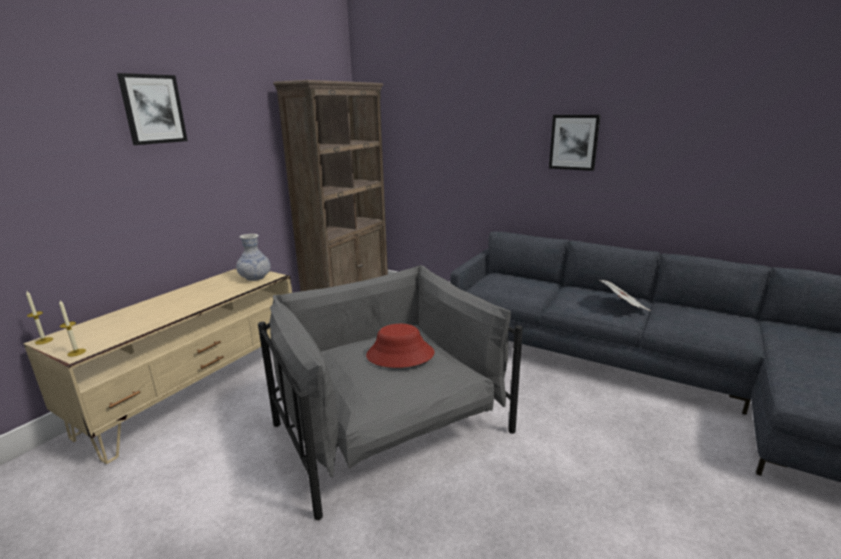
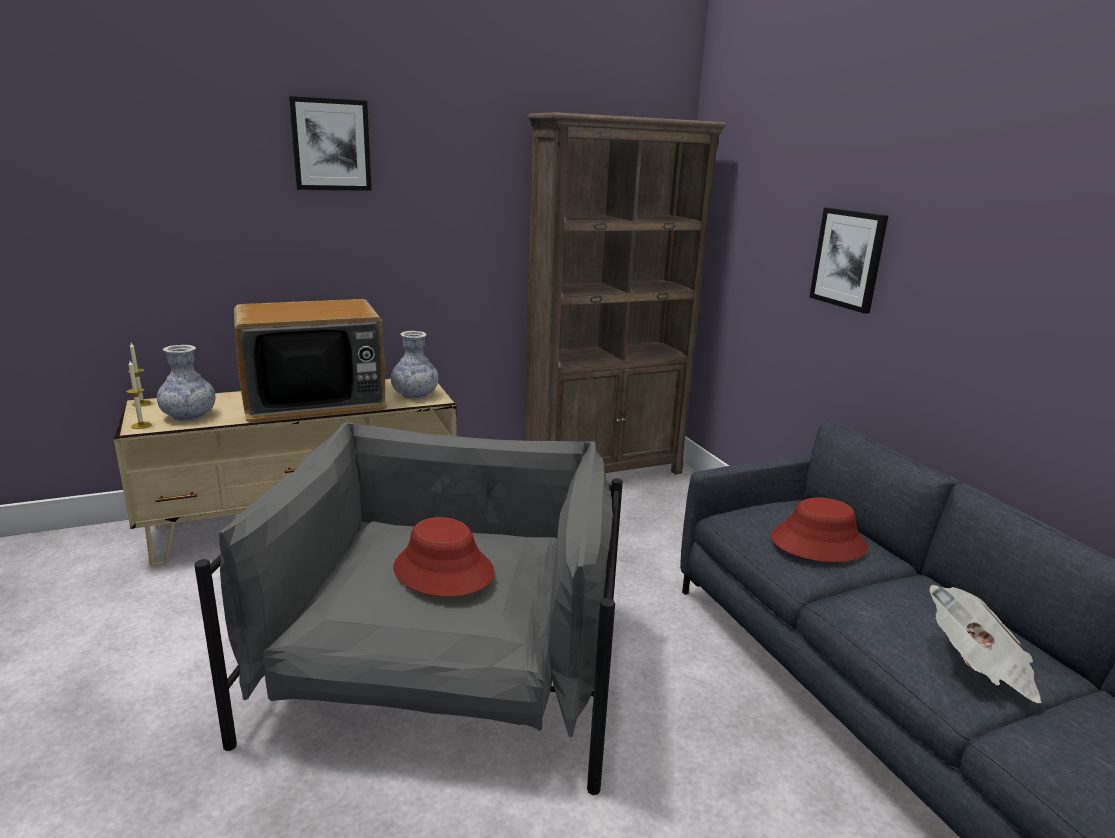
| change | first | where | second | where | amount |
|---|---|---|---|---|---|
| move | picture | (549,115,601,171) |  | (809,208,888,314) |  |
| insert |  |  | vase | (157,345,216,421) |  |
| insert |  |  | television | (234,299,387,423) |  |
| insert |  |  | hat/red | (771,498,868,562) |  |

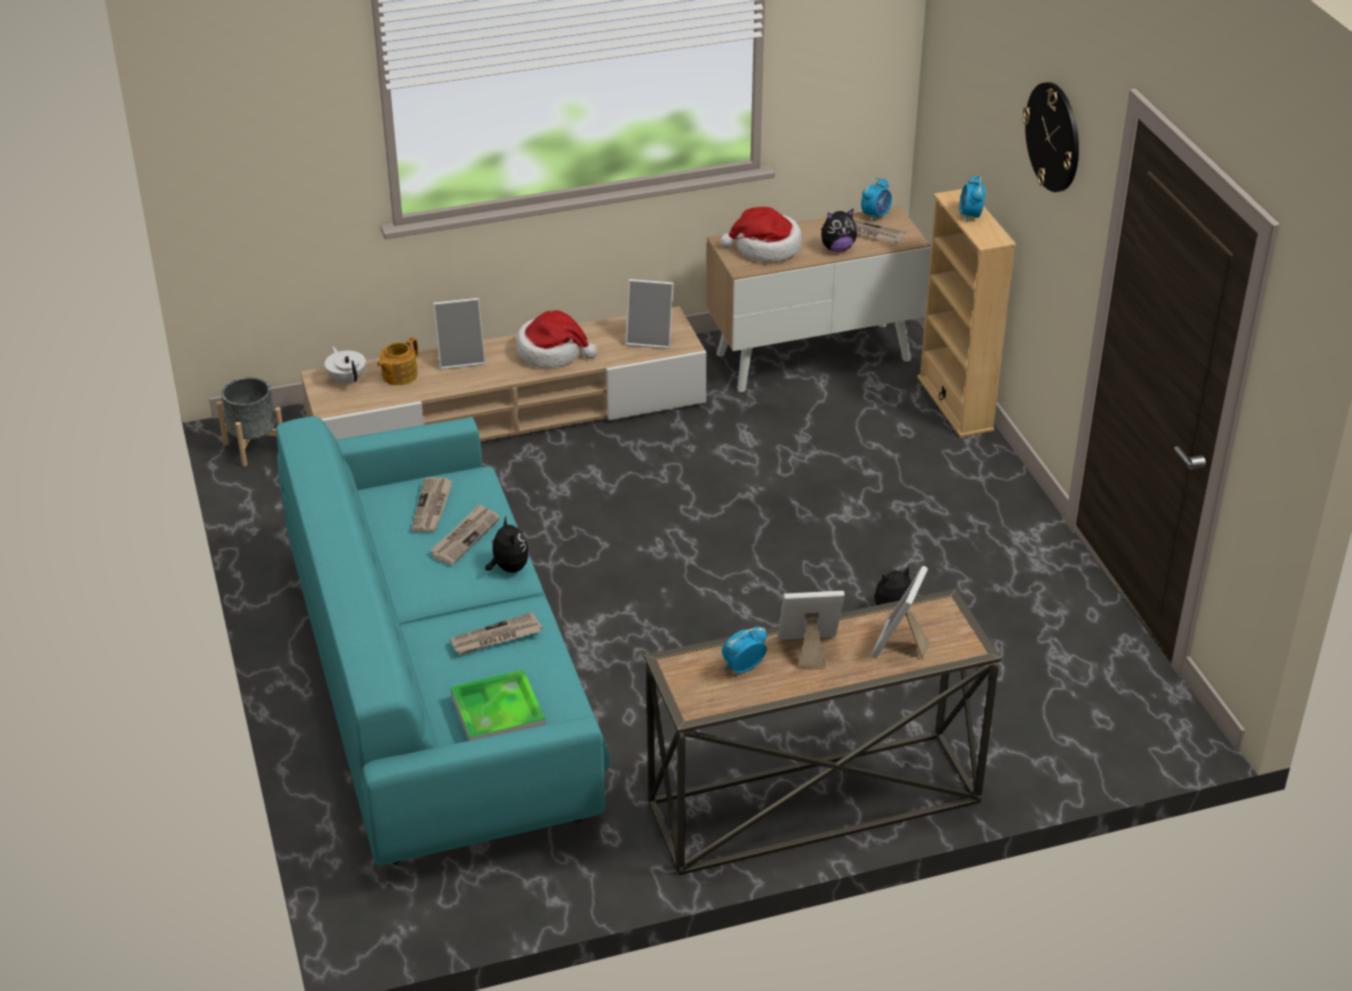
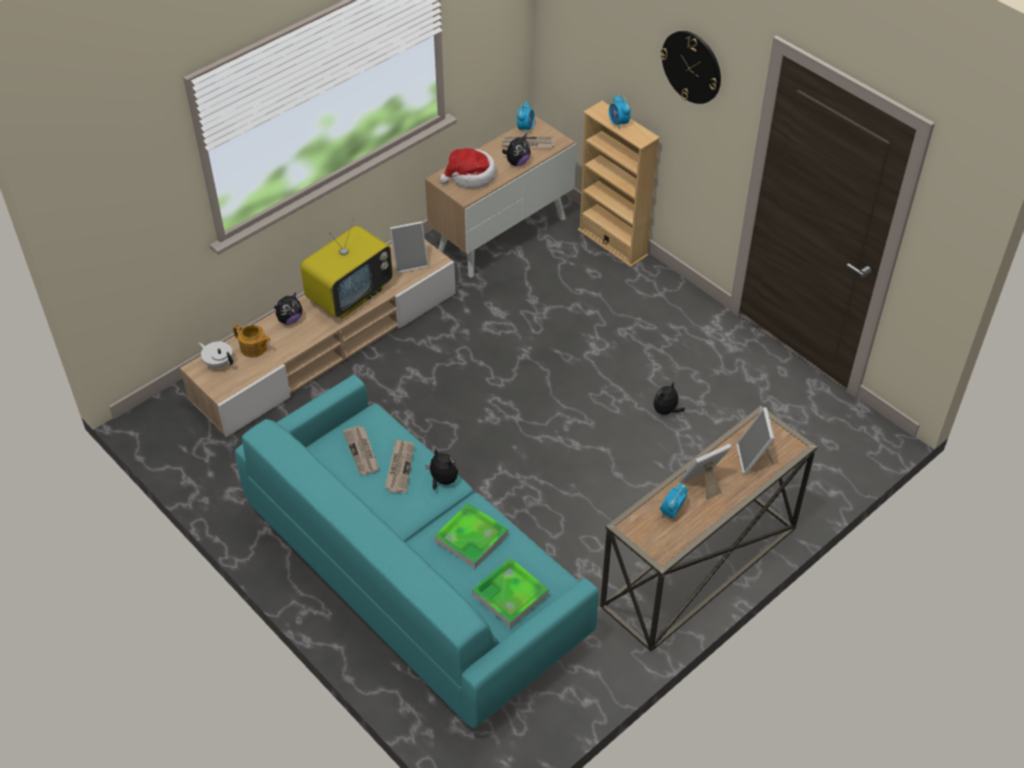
| change | first | where | second | where | amount |
|---|---|---|---|---|---|
| delete | planter/grey | (216,377,282,466) |  |  |  |
| rotate | teapot | (377,337,418,385) |  | (233,324,270,358) | 75 degrees counterclockwise |
| replace | picture frame | (433,298,486,370) | plush toy | (274,293,302,325) |  |
| replace | newspaper | (450,612,542,655) | tray | (434,503,508,569) |  |
| replace | hat | (516,310,598,368) | television | (300,217,393,319) |  |

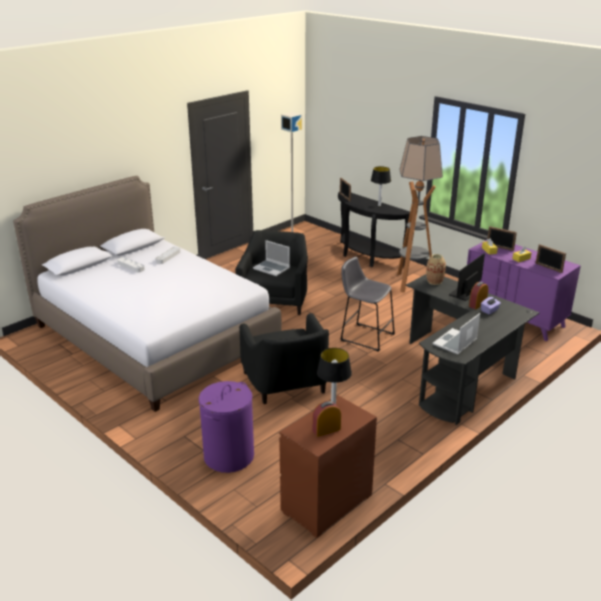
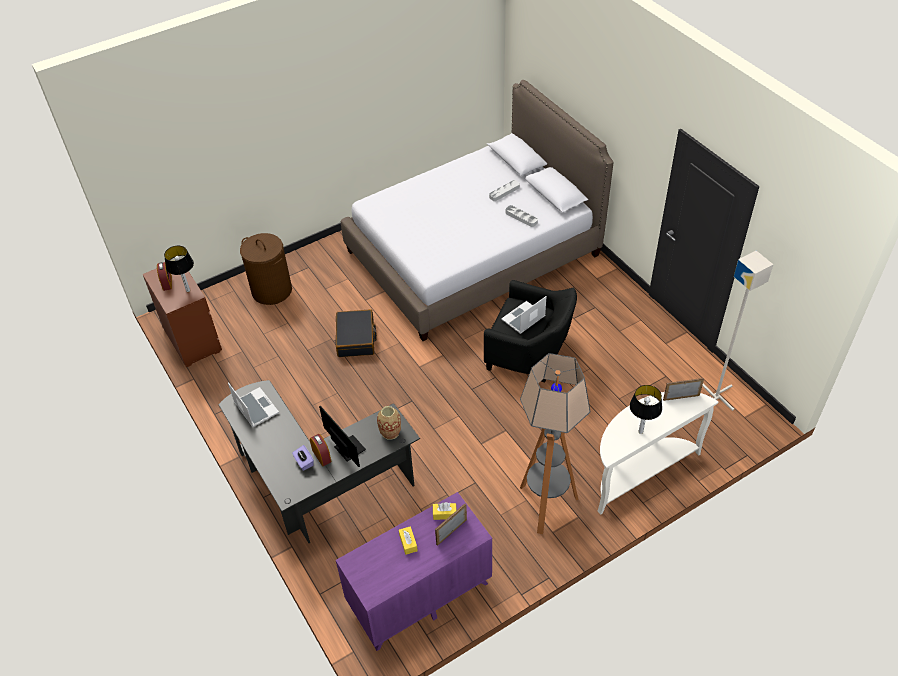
| change | first | where | second | where | amount |
|---|---|---|---|---|---|
| recolor | laundry basket/purple | (199,381,254,473) | laundry basket/brown | (240,233,292,305) |  |
| replace | armchair/black | (239,313,329,404) | suitcase/black | (336,309,377,357) |  |
| recolor | console table/black | (338,192,410,267) | console table/white | (598,392,718,515) |  |
| delete | stool/grey | (340,257,395,352) |  |  |  |
| delete | picture frame | (535,244,566,273) |  |  |  |

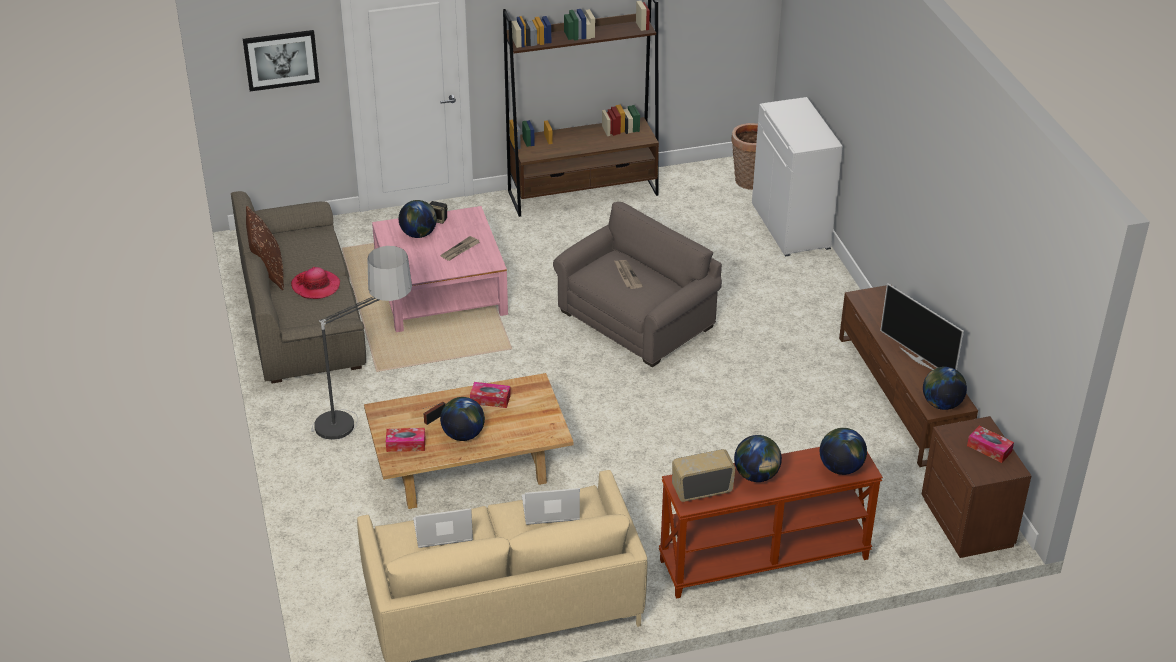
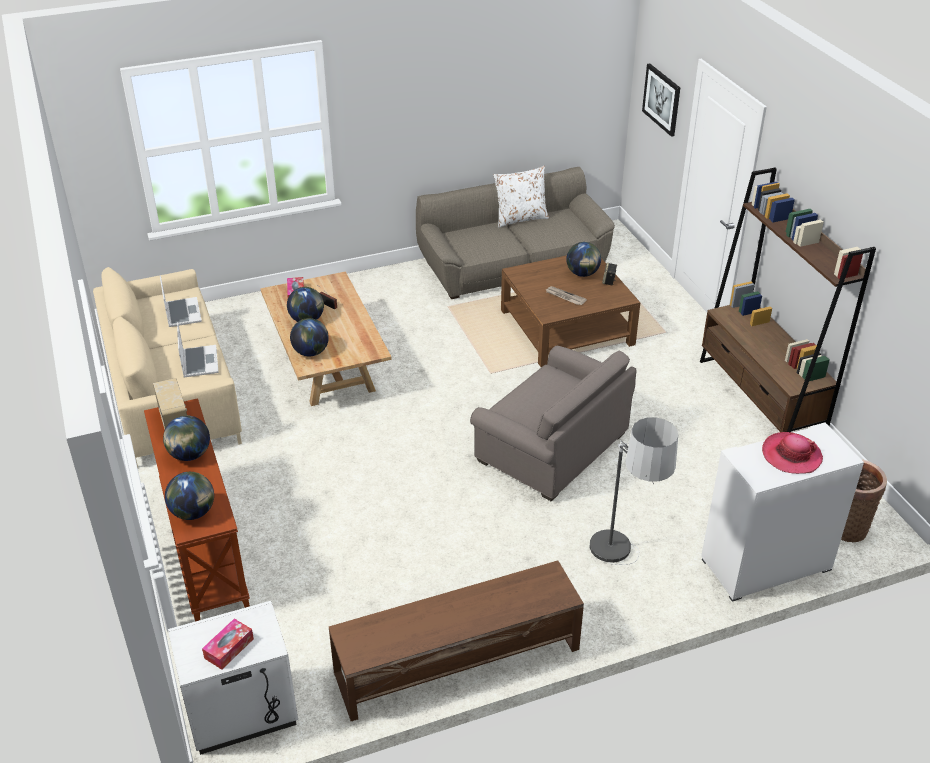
| change | first | where | second | where | amount |
|---|---|---|---|---|---|
| recolor | pillow/brown | (246,206,284,290) | pillow/white | (493,166,549,227) |  |
| move | hat | (291,267,340,299) |  | (762,432,823,474) |  |
| move | floor lamp | (311,246,412,440) |  | (590,417,678,565) |  |
| recolor | coffee table/pink | (372,206,508,332) | coffee table/brown | (501,255,641,367) |  |
| delete | tissue box | (470,382,511,408) |  |  |  |
| delete | newspaper | (614,260,643,289) |  |  |  |
| delete | television | (880,283,964,370) |  |  |  |
| recolor | nightstand/brown | (922,416,1031,558) | nightstand/white | (168,601,298,755) |  |
| move | globe | (923,367,967,410) |  | (290,318,329,356) |  |

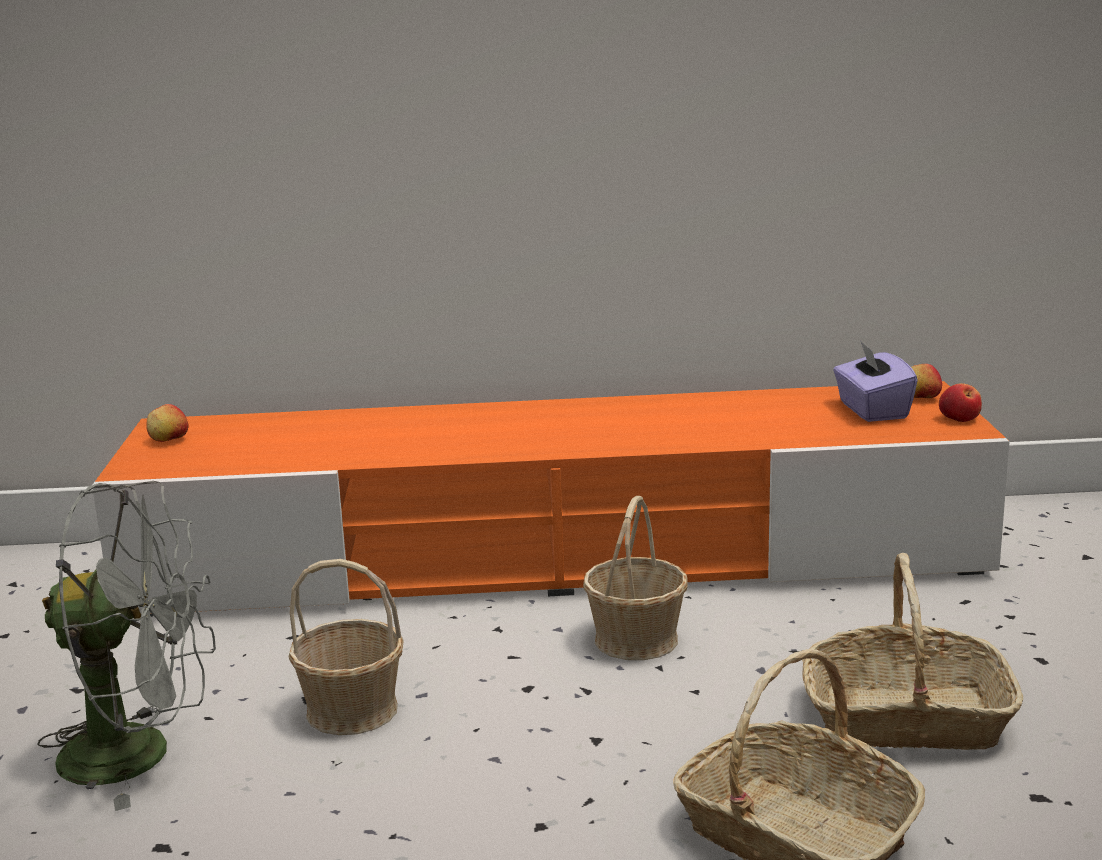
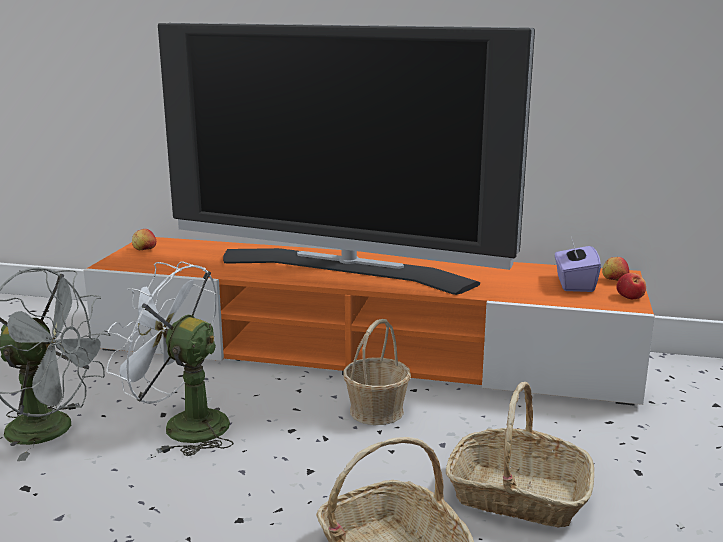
| change | first | where | second | where | amount |
|---|---|---|---|---|---|
| replace | basket | (289,559,404,735) | fan/white | (106,262,234,456) |  |
| insert |  |  | television | (158,23,535,295) |  |

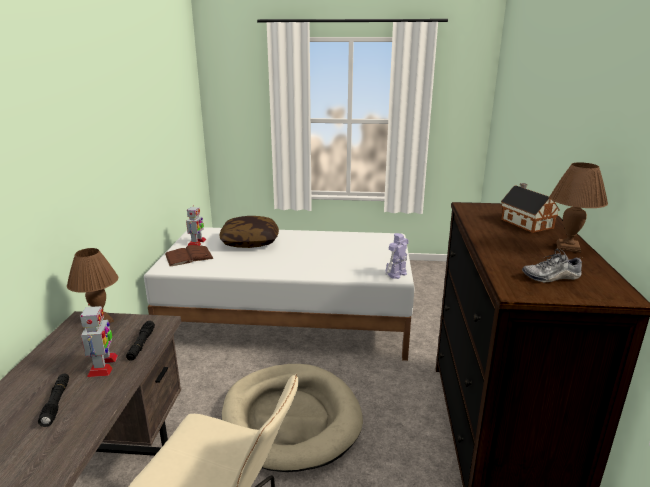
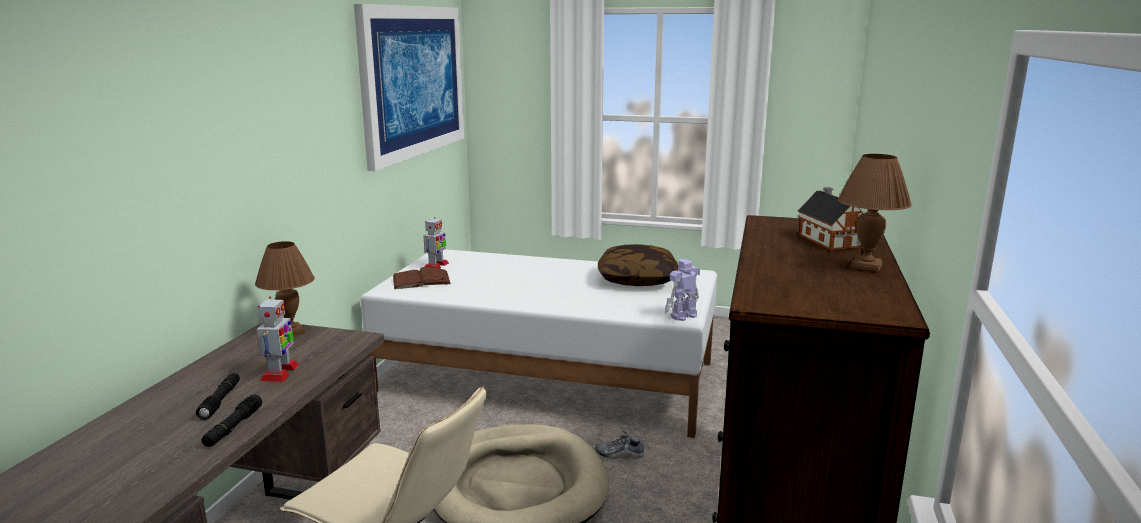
| change | first | where | second | where | amount |
|---|---|---|---|---|---|
| move | flashlight/black | (126,321,155,361) |  | (201,394,262,447) |  |
| move | pillow | (220,216,279,248) |  | (598,244,678,286) |  |
| move | shoe | (522,248,582,283) |  | (595,431,645,459) |  |
| insert |  |  | picture | (354,4,464,171) |  |

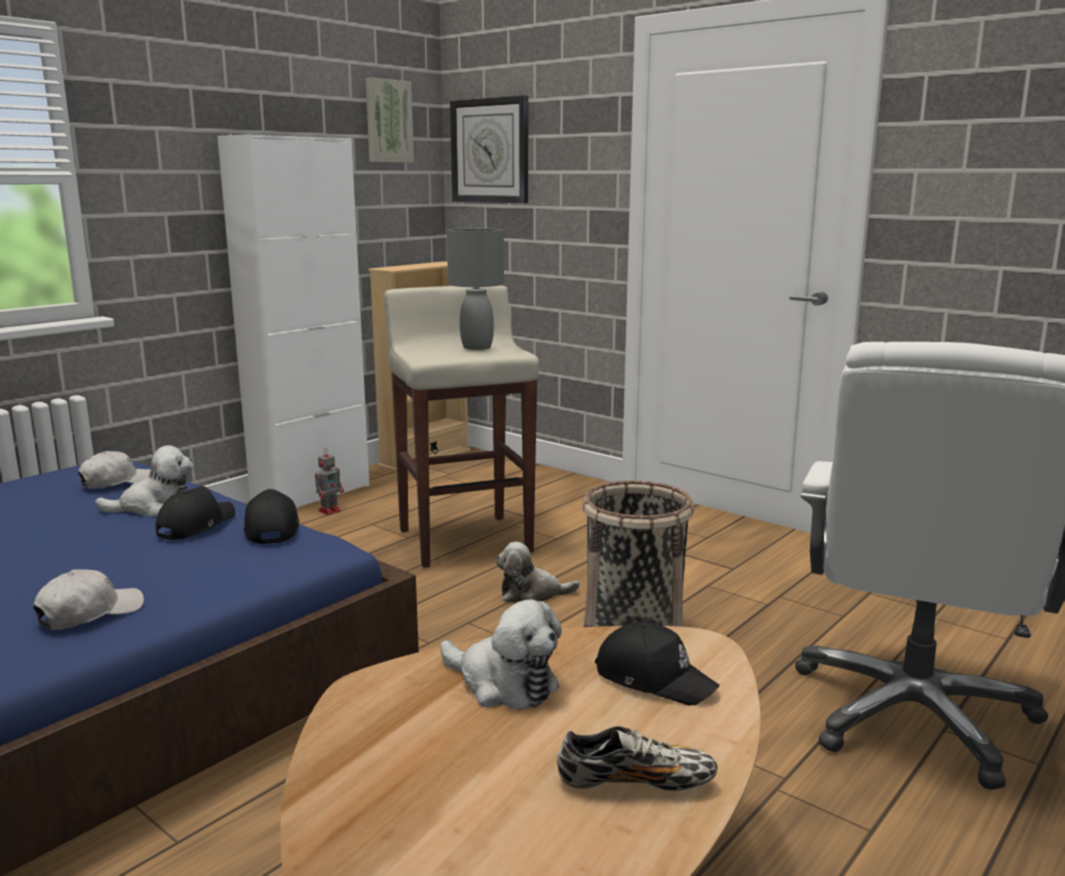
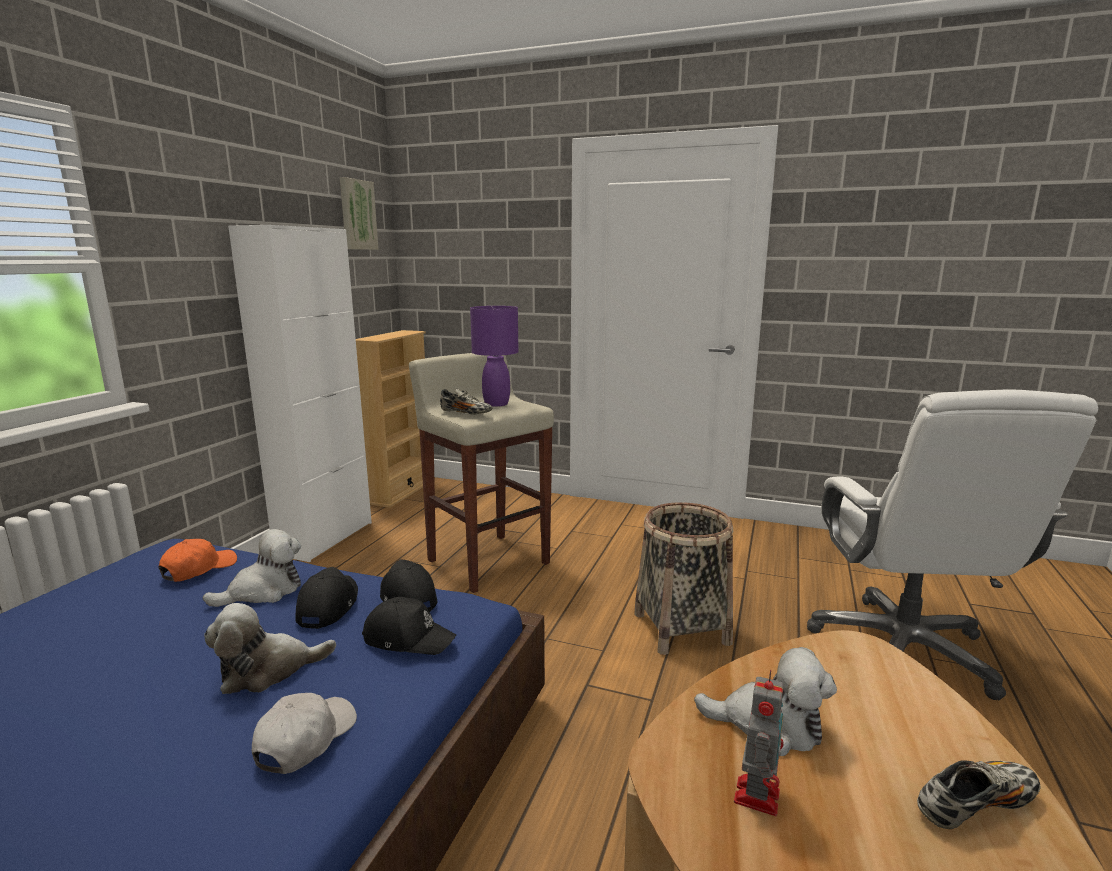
| change | first | where | second | where | amount |
|---|---|---|---|---|---|
| recolor | cap/white | (78,451,151,489) | cap/orange | (158,539,237,582) |  |
| move | toy robot | (315,448,344,515) |  | (734,670,784,816) |  |
| recolor | table lamp/grey | (447,228,504,350) | table lamp/purple | (470,306,519,407) |  |
| delete | wall clock | (450,95,528,203) |  |  |  |
| move | plush toy | (496,542,580,602) |  | (204,603,336,694) |  |
| move | cap/black | (595,622,720,705) |  | (362,597,456,655) |  |
| insert |  |  | shoe | (440,389,492,415) |  |

